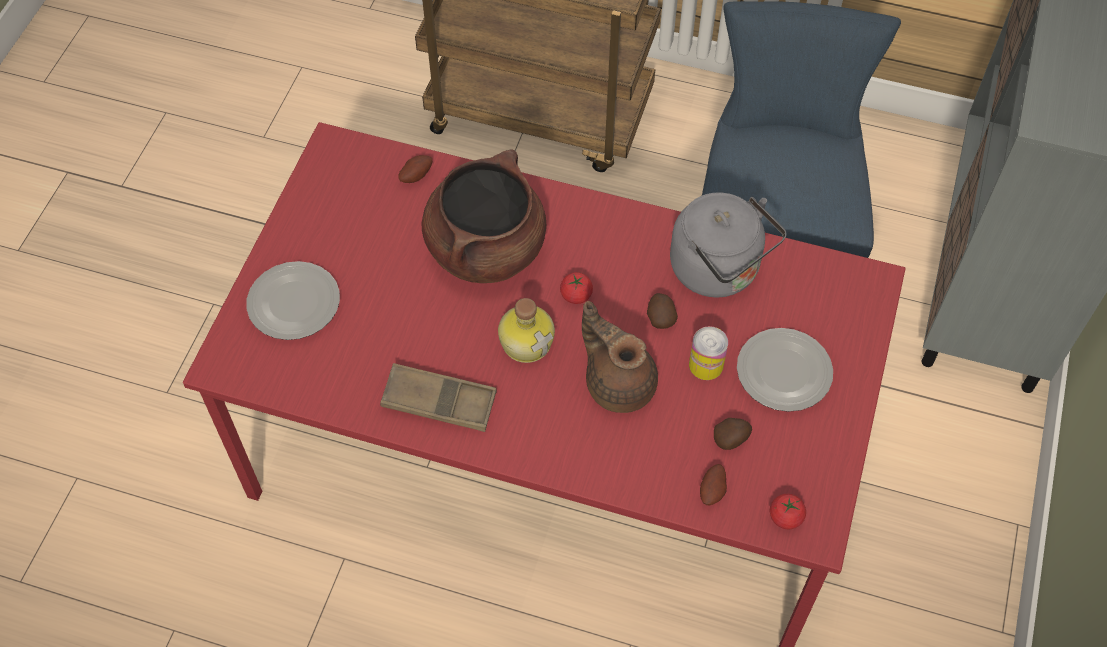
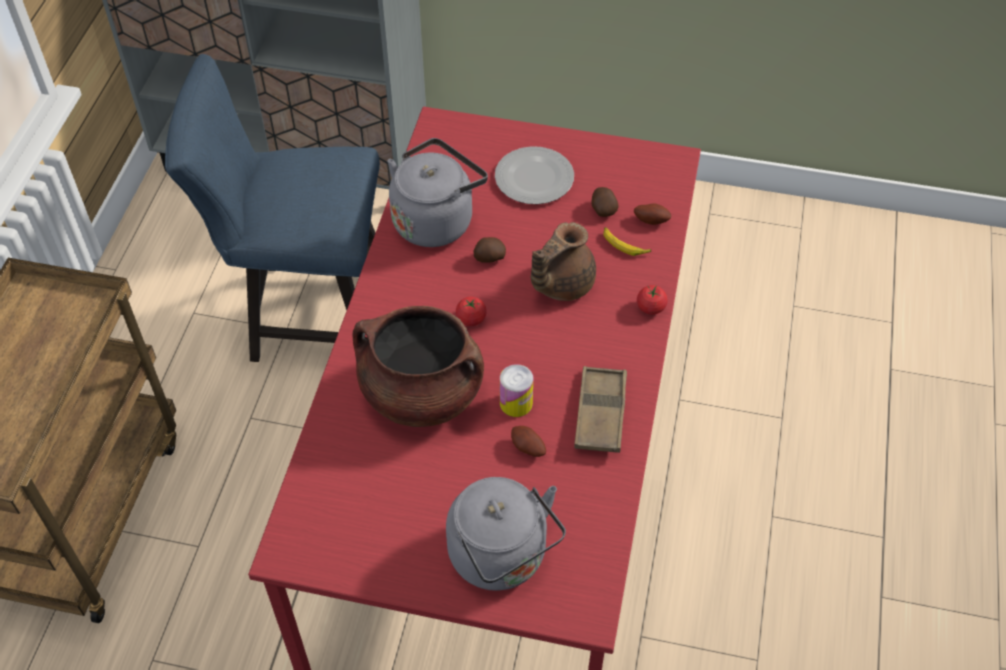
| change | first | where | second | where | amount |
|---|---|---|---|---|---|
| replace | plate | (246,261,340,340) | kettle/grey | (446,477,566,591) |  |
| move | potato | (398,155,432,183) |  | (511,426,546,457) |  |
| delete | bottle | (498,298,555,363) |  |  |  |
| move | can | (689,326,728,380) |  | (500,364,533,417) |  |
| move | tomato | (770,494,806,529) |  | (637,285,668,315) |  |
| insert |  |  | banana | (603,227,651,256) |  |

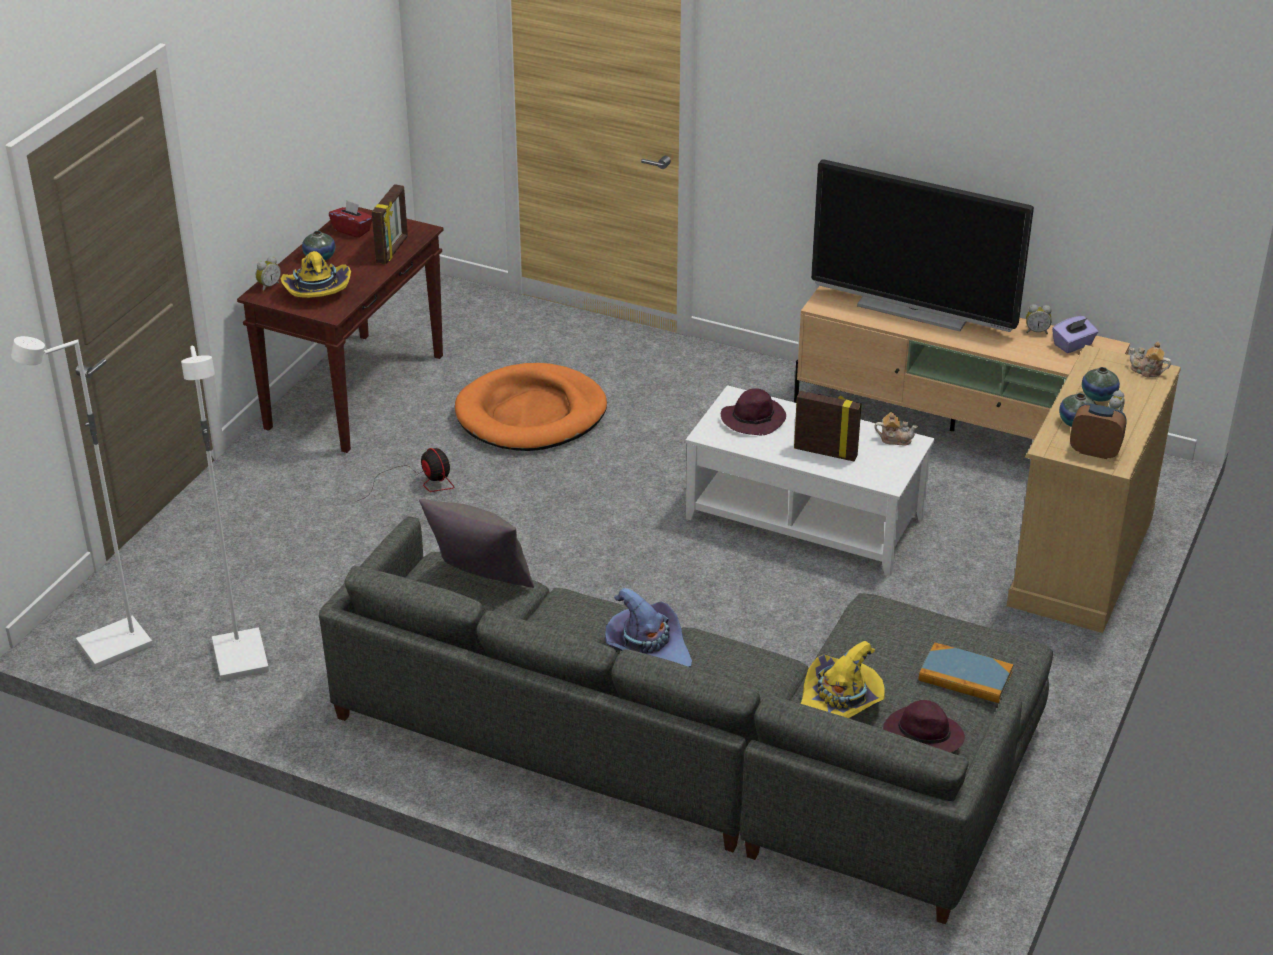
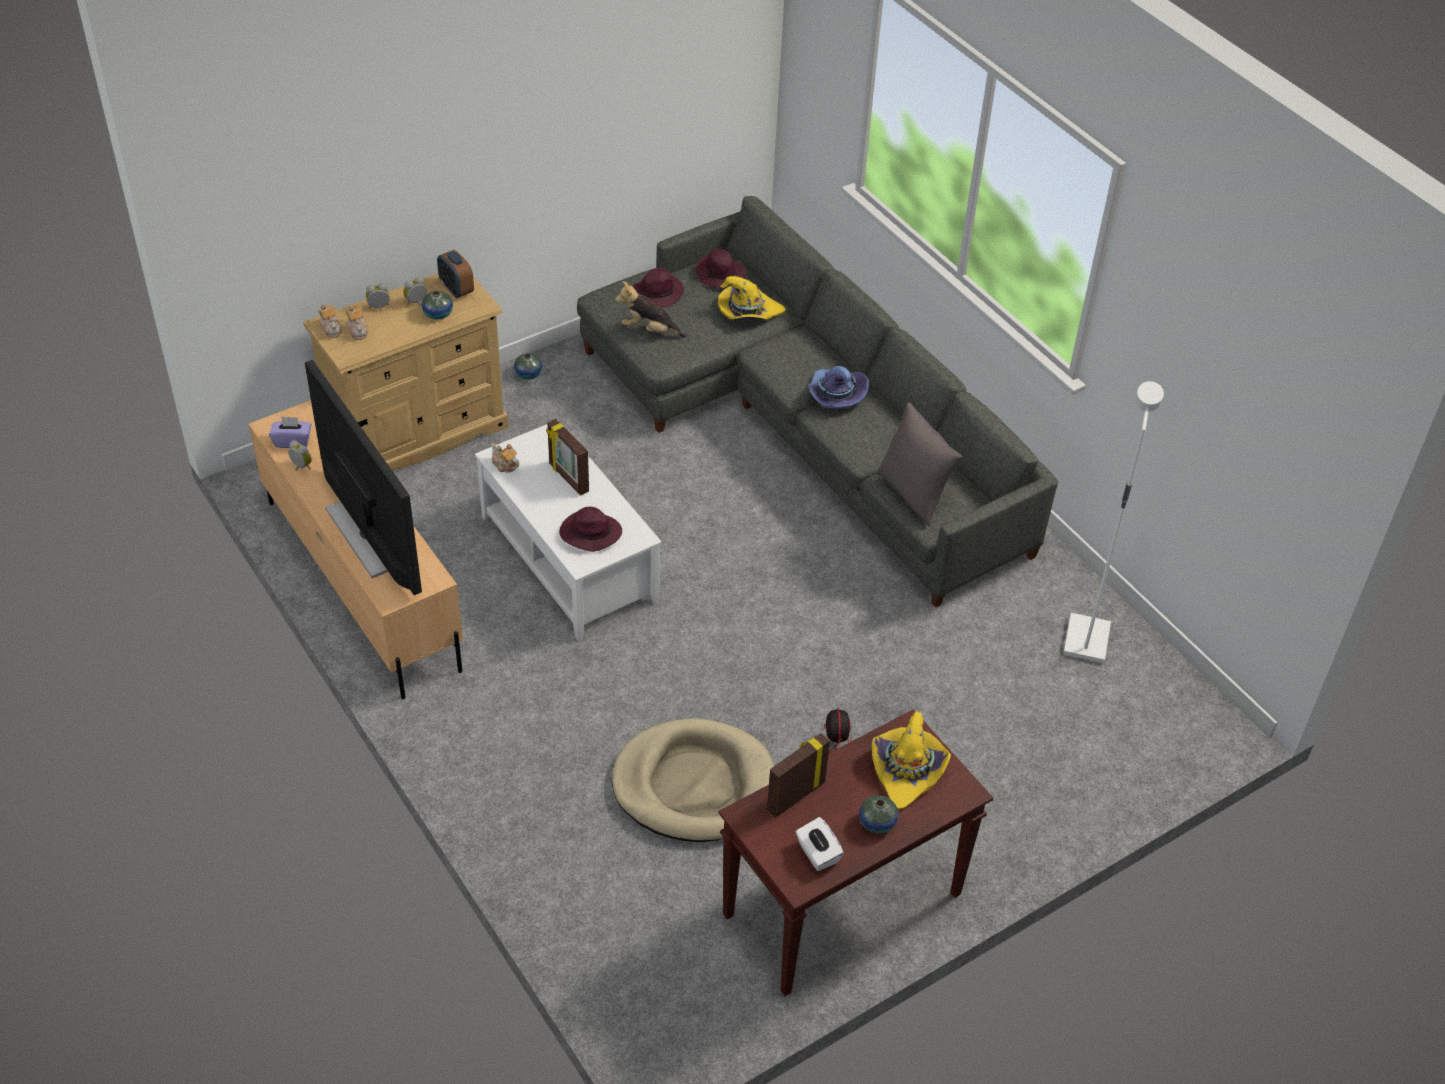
| change | first | where | second | where | amount |
|---|---|---|---|---|---|
| delete | floor lamp/white | (11,336,153,669) |  |  |  |
| move | alarm clock | (256,256,281,291) |  | (366,283,390,312) |  |
| recolor | tissue box/red | (329,200,372,238) | tissue box/white | (796,817,844,871) |  |
| recolor | dog bed/orange | (455,363,607,451) | dog bed/beige | (612,718,774,842) |  |
| replace | book | (918,642,1014,703) | hat/purple | (632,268,684,307) |  |
| move | vase | (1082,367,1120,402) |  | (514,353,542,380) |  |
| insert |  |  | teapot | (346,306,368,340) |  |
| insert |  |  | plush toy | (615,281,687,337) |  |

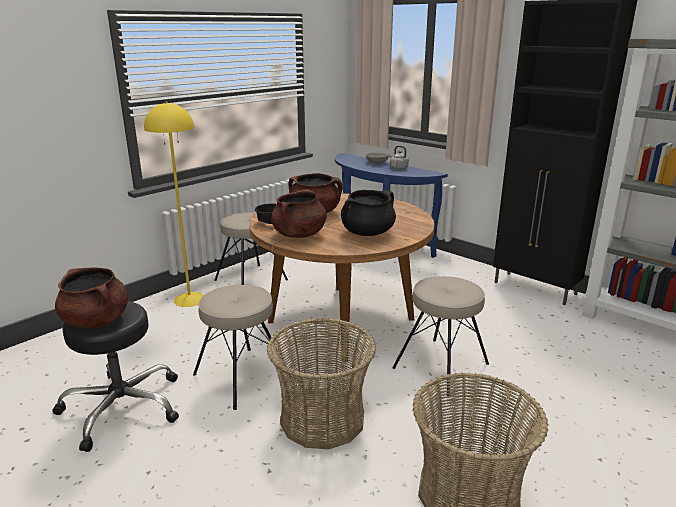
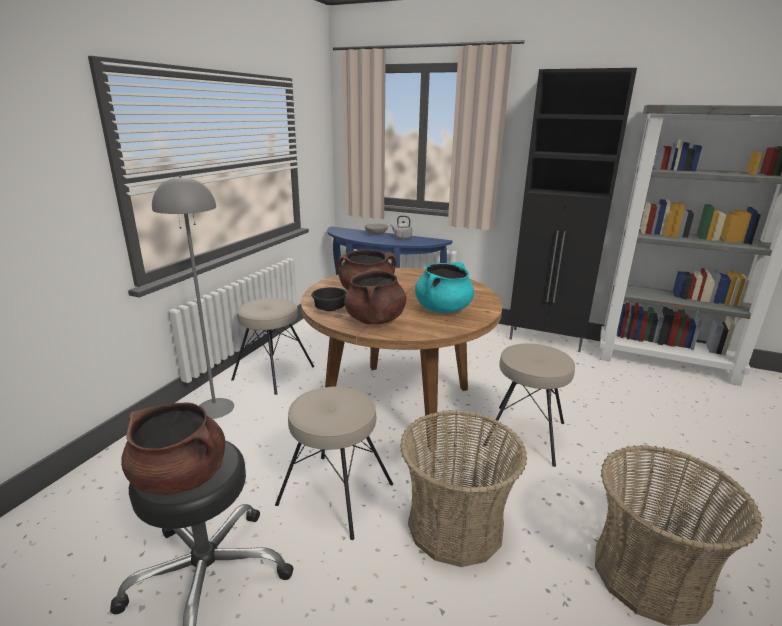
| change | first | where | second | where | amount |
|---|---|---|---|---|---|
| recolor | floor lamp/yellow | (144,102,204,307) | floor lamp/grey | (152,175,234,419) |  |
| recolor | cooking pot/black | (341,190,396,236) | cooking pot/turquoise | (415,262,474,313) |  |

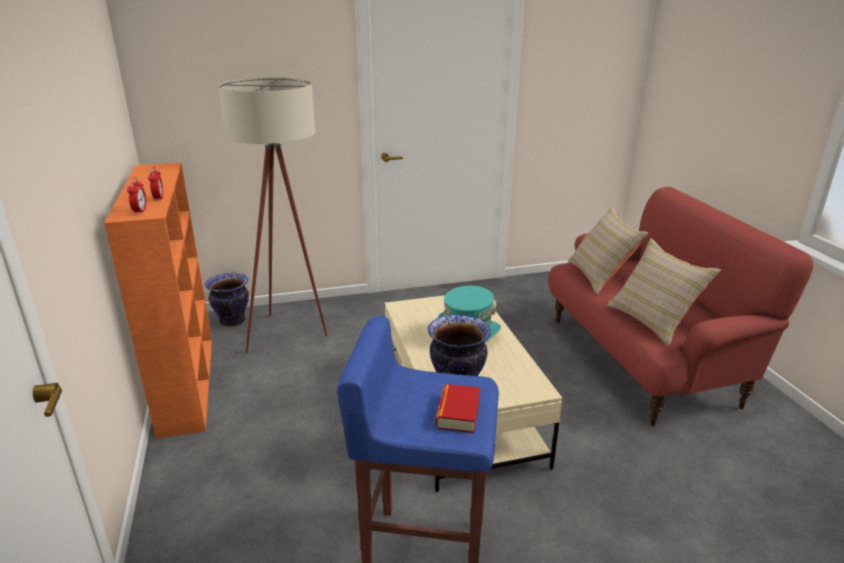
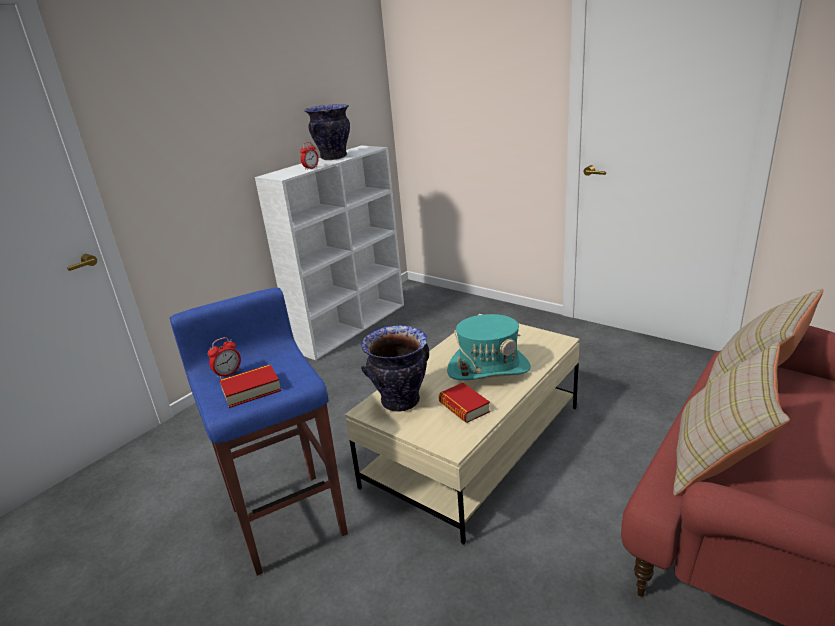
| change | first | where | second | where | amount |
|---|---|---|---|---|---|
| recolor | bookcase/orange | (104,162,212,439) | bookcase/white | (255,146,404,361) |  |
| move | alarm clock | (127,177,147,215) |  | (208,337,241,379) |  |
| move | vase | (205,273,249,327) |  | (304,104,350,160) |  |
| delete | floor lamp/beige | (218,77,327,353) |  |  |  |
| insert |  |  | book | (439,383,490,423) |  |

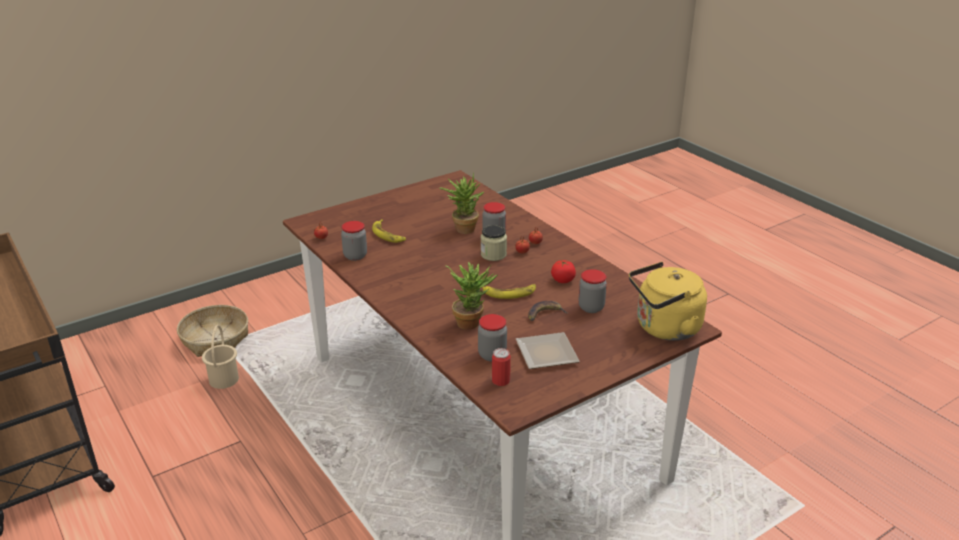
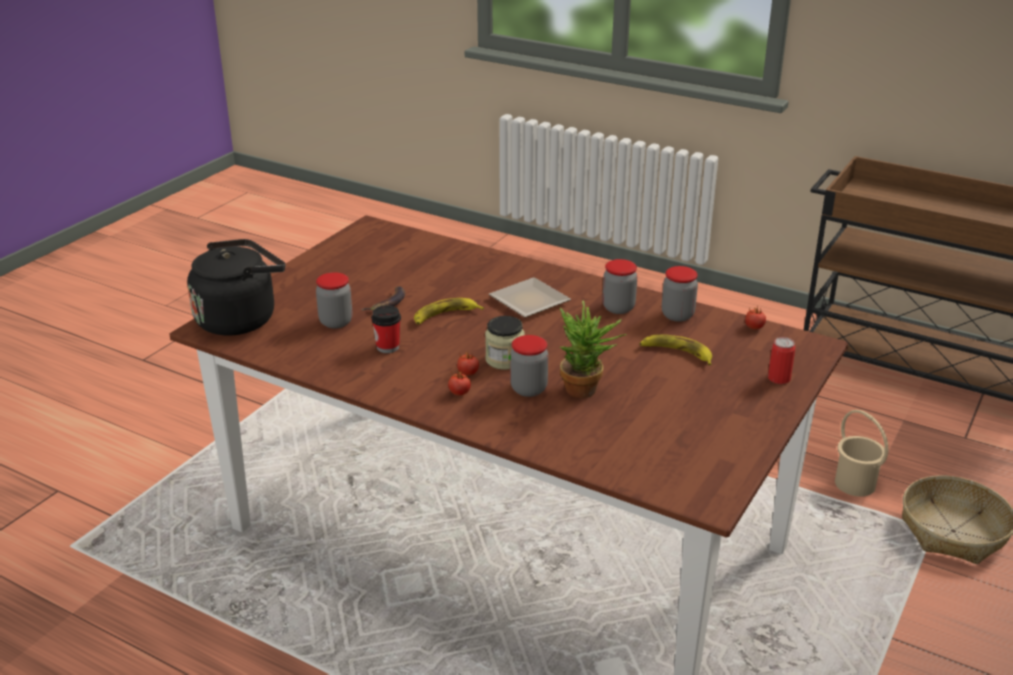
| change | first | where | second | where | amount |
|---|---|---|---|---|---|
| delete | potted plant | (445,262,497,330) |  |  |  |
| move | jar | (478,314,507,362) |  | (602,259,637,314) |  |
| move | can | (492,348,511,386) |  | (768,337,795,384) |  |
| move | plate | (516,332,580,369) |  | (489,277,571,318) |  |
| replace | tomato | (551,260,576,283) | cup | (371,305,401,353) |  |
| recolor | kettle/yellow | (629,262,707,341) | kettle/black | (187,239,285,336) |  |

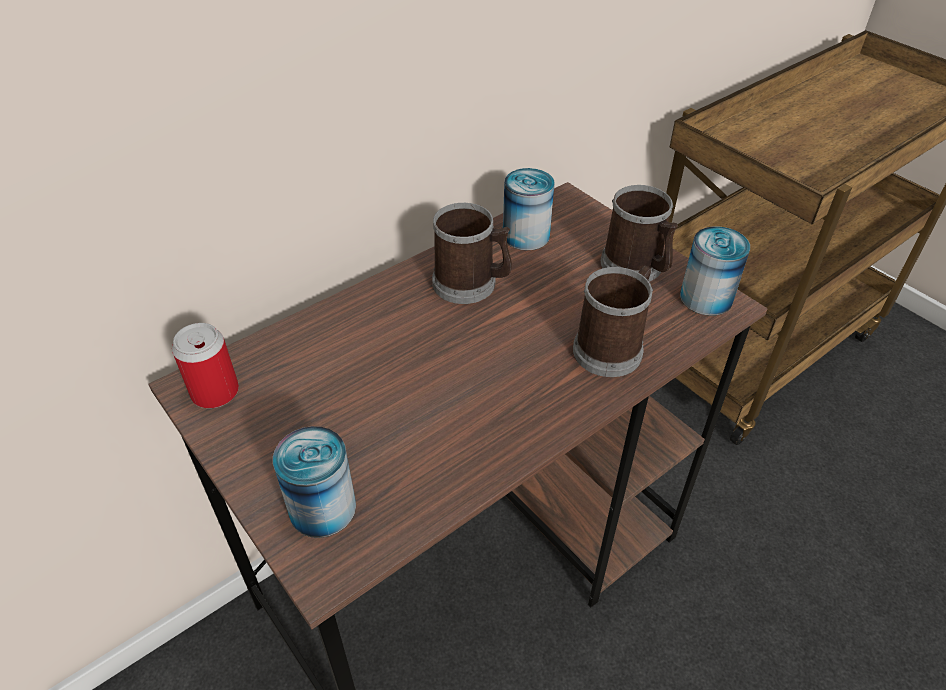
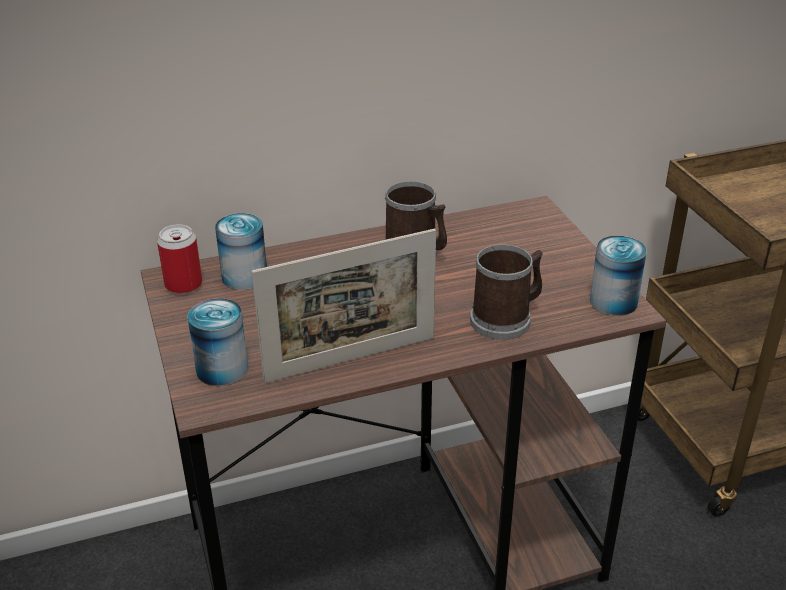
| change | first | where | second | where | amount |
|---|---|---|---|---|---|
| move | can | (503,168,555,250) |  | (215,213,267,290) |  |
| delete | mug | (601,185,678,282) |  |  |  |
| insert |  |  | picture frame | (251,229,436,383) |  |

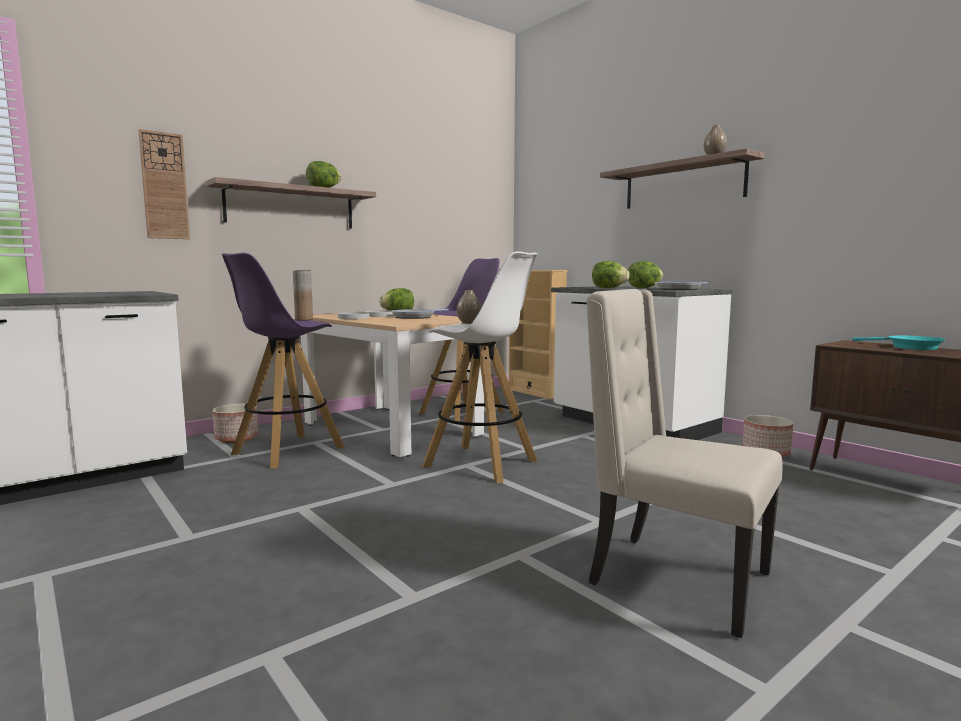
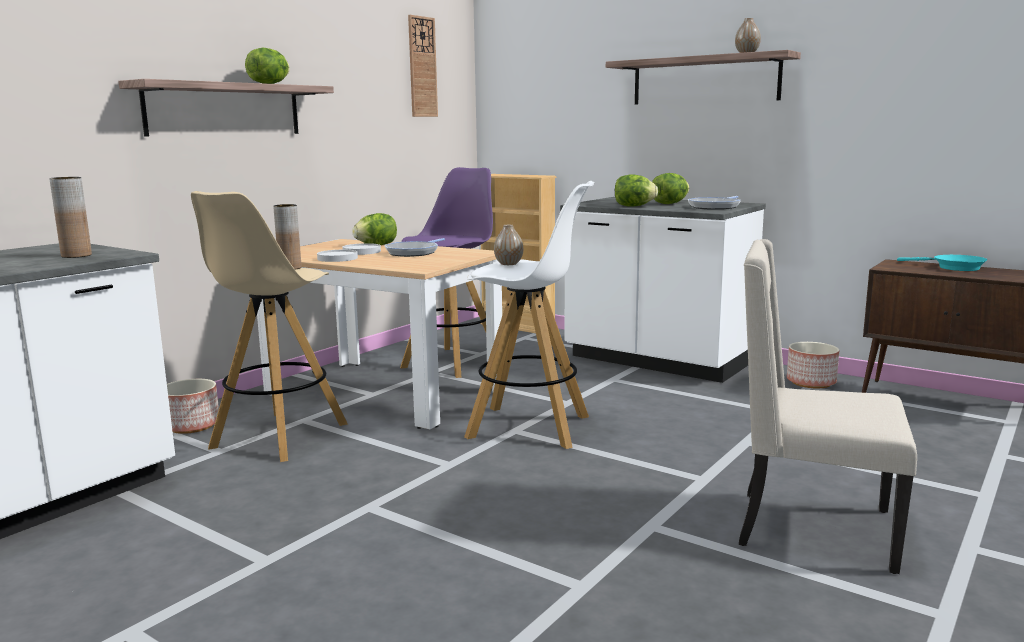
| change | first | where | second | where | amount |
|---|---|---|---|---|---|
| move | wall clock | (138,129,190,239) |  | (408,15,438,117) |  |
| recolor | stool/purple | (222,253,344,469) | stool/beige | (191,191,348,462) |  |
| insert |  |  | vase/brown | (50,177,92,258) |  |

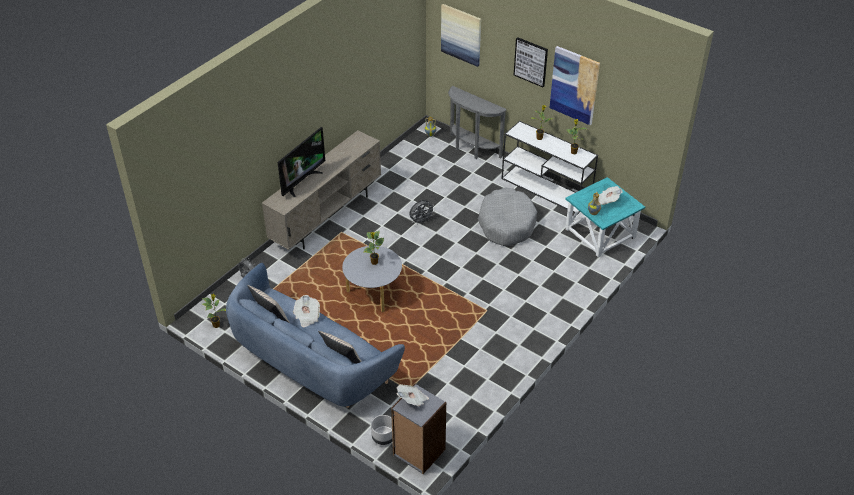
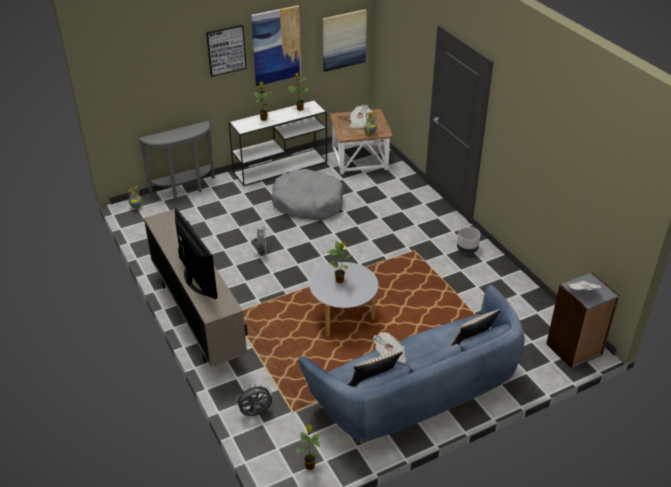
| change | first | where | second | where | amount |
|---|---|---|---|---|---|
| move | planter/grey | (371,415,392,445) |  | (457,227,480,253) |  |
| move | picture | (441,4,481,67) |  | (323,9,367,72) |  |
| recolor | side table/turquoise | (565,177,645,257) | side table/brown | (329,109,393,174) |  |

